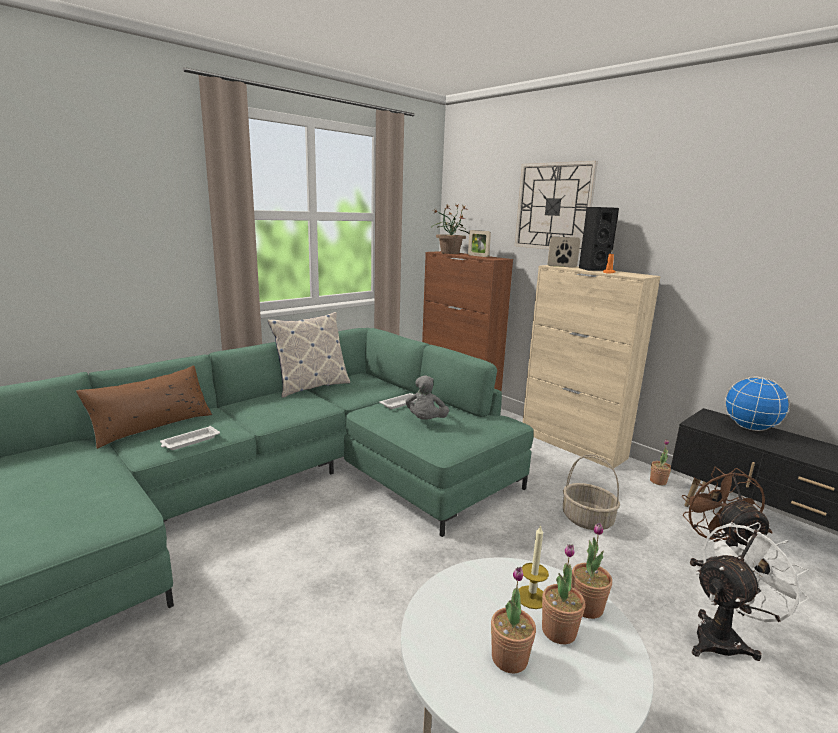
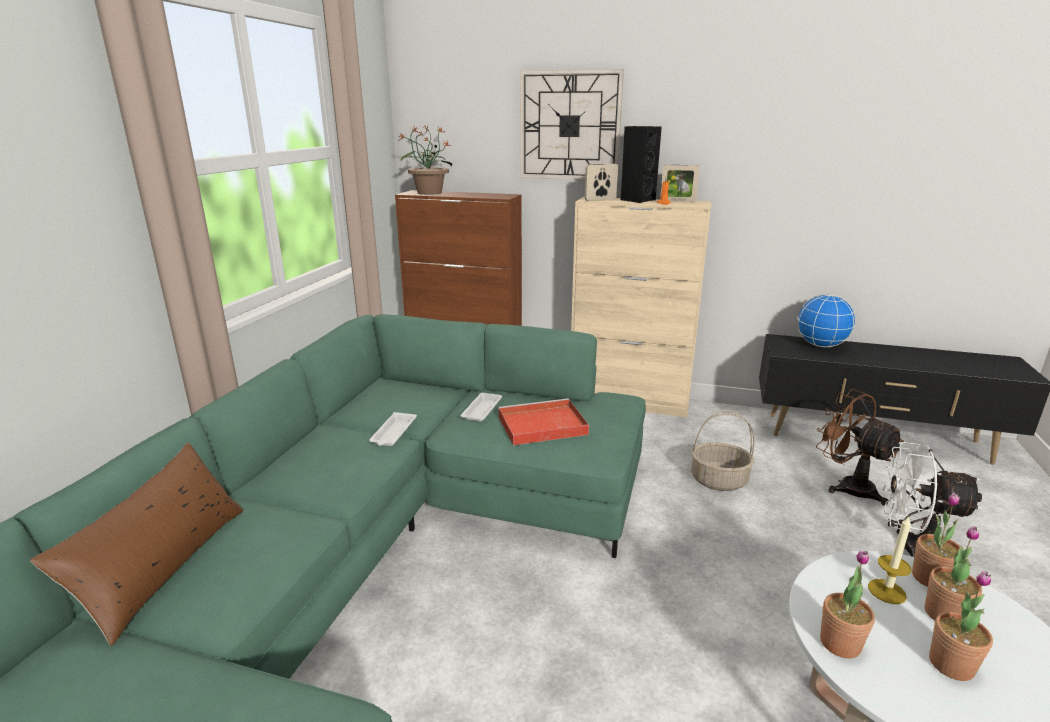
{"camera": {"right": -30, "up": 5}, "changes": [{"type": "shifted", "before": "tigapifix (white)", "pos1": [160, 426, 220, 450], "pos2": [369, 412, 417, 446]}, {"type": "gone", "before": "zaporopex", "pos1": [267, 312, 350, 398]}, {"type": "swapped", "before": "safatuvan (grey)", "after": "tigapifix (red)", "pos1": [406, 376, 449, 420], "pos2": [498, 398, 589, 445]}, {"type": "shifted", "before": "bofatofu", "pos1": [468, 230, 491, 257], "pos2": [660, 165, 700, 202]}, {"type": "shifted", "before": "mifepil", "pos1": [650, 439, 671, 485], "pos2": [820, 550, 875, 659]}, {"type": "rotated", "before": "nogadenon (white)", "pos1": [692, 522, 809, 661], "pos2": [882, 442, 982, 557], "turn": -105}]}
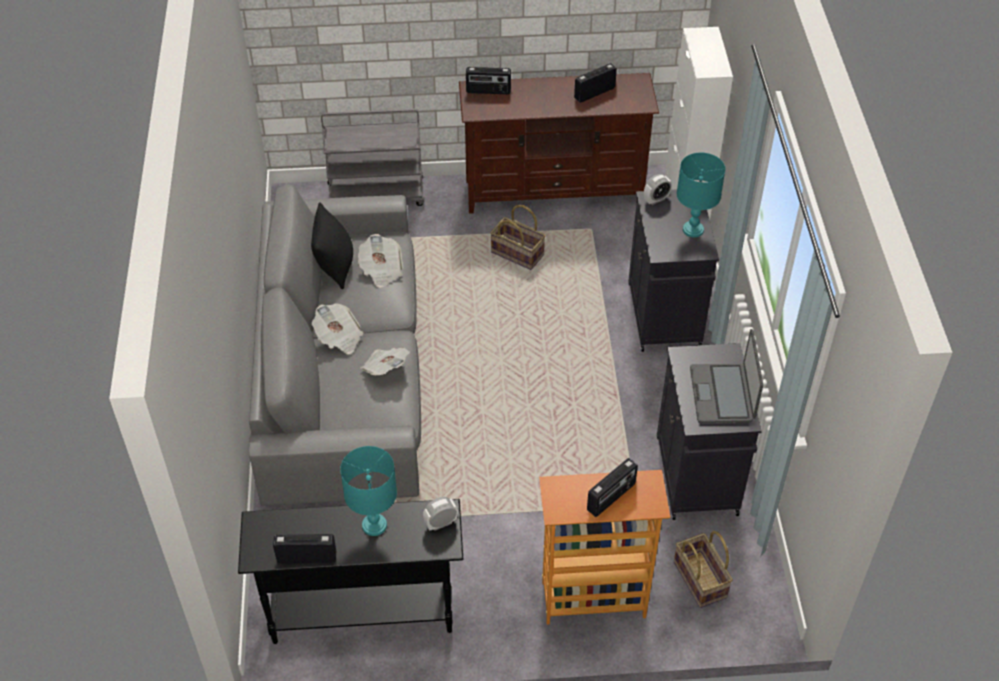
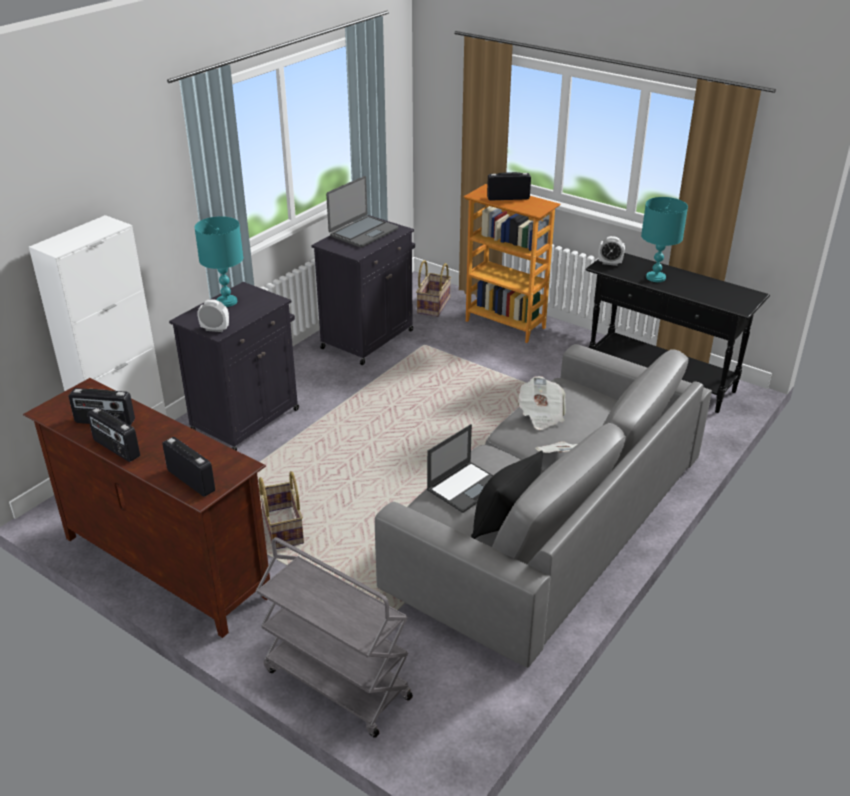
{"camera": {"right": -140, "up": -15}, "changes": [{"type": "shifted", "before": "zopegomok", "pos1": [273, 534, 336, 563], "pos2": [87, 407, 140, 462]}, {"type": "swapped", "before": "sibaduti", "after": "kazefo", "pos1": [358, 234, 403, 288], "pos2": [427, 424, 494, 513]}]}
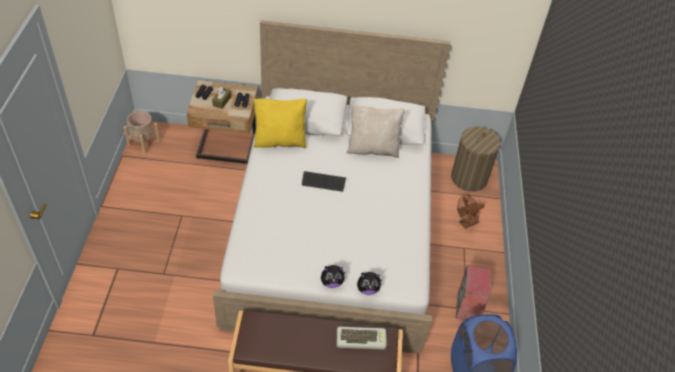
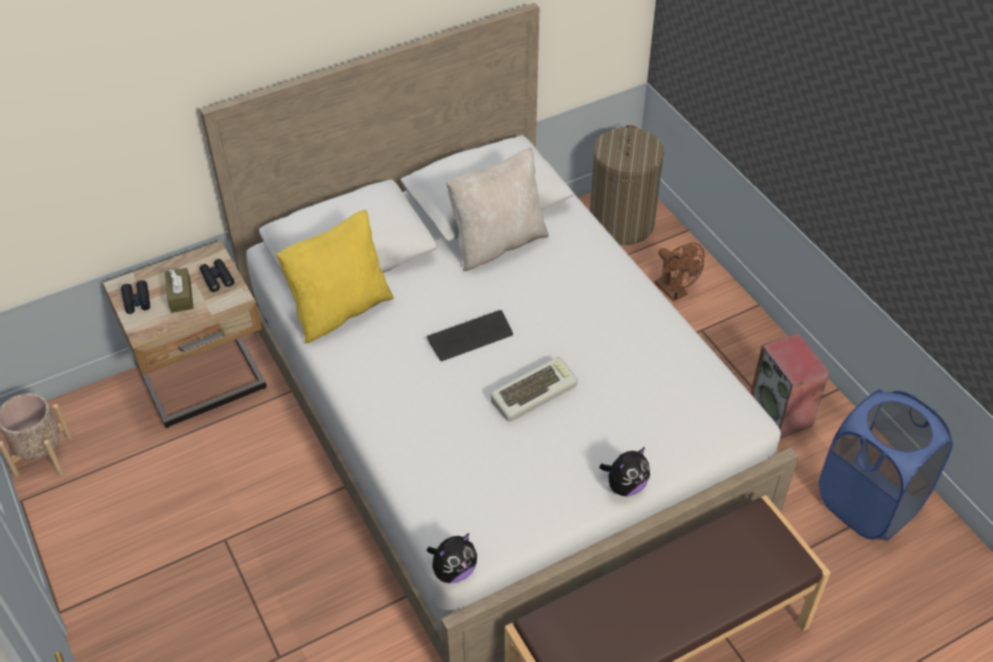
{"camera": {"right": -30, "up": 0}, "changes": [{"type": "shifted", "before": "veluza", "pos1": [337, 327, 387, 349], "pos2": [491, 357, 577, 422]}, {"type": "shifted", "before": "safatuvan", "pos1": [357, 272, 382, 295], "pos2": [427, 533, 477, 583]}, {"type": "rotated", "before": "nogadenon (brown)", "pos1": [457, 195, 484, 229], "pos2": [655, 243, 704, 302], "turn": -60}]}
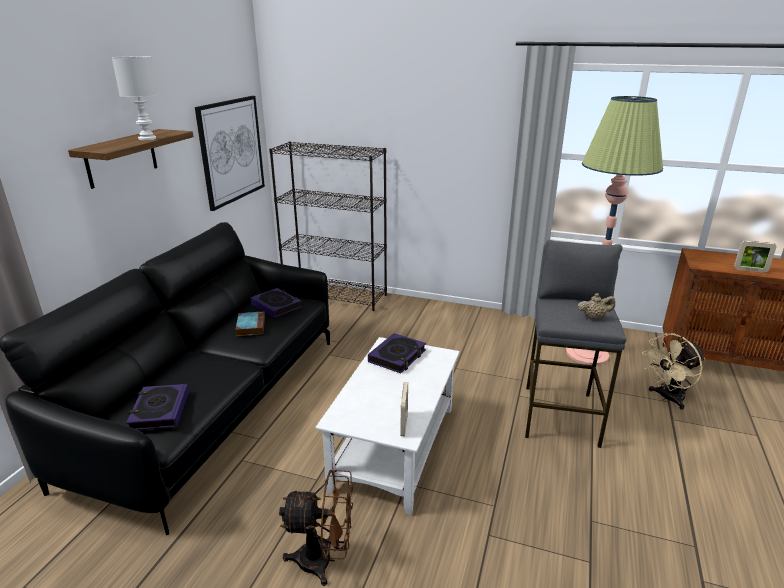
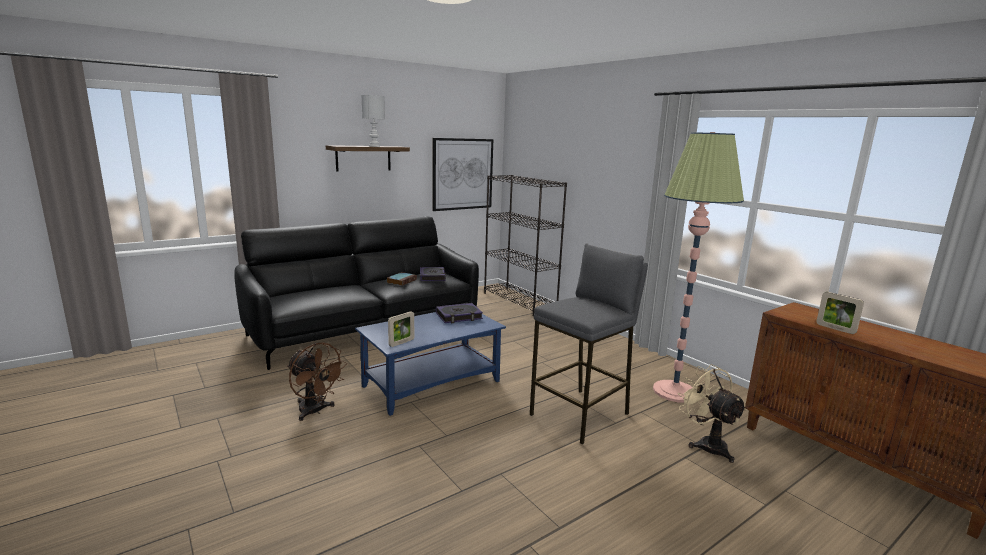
{"camera": {"right": 35, "up": -10}, "changes": [{"type": "gone", "before": "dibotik", "pos1": [126, 384, 189, 430]}, {"type": "repainted", "before": "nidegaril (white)", "after": "nidegaril (blue)", "pos1": [315, 337, 460, 515], "pos2": [355, 312, 506, 416]}, {"type": "gone", "before": "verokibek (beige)", "pos1": [577, 293, 615, 319]}, {"type": "rotated", "before": "nogadenon (beige)", "pos1": [642, 333, 705, 410], "pos2": [678, 364, 747, 463], "turn": 60}]}
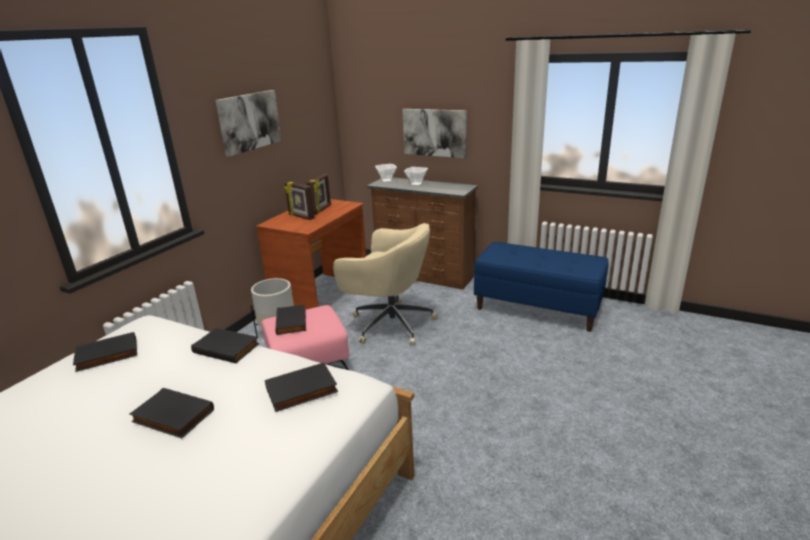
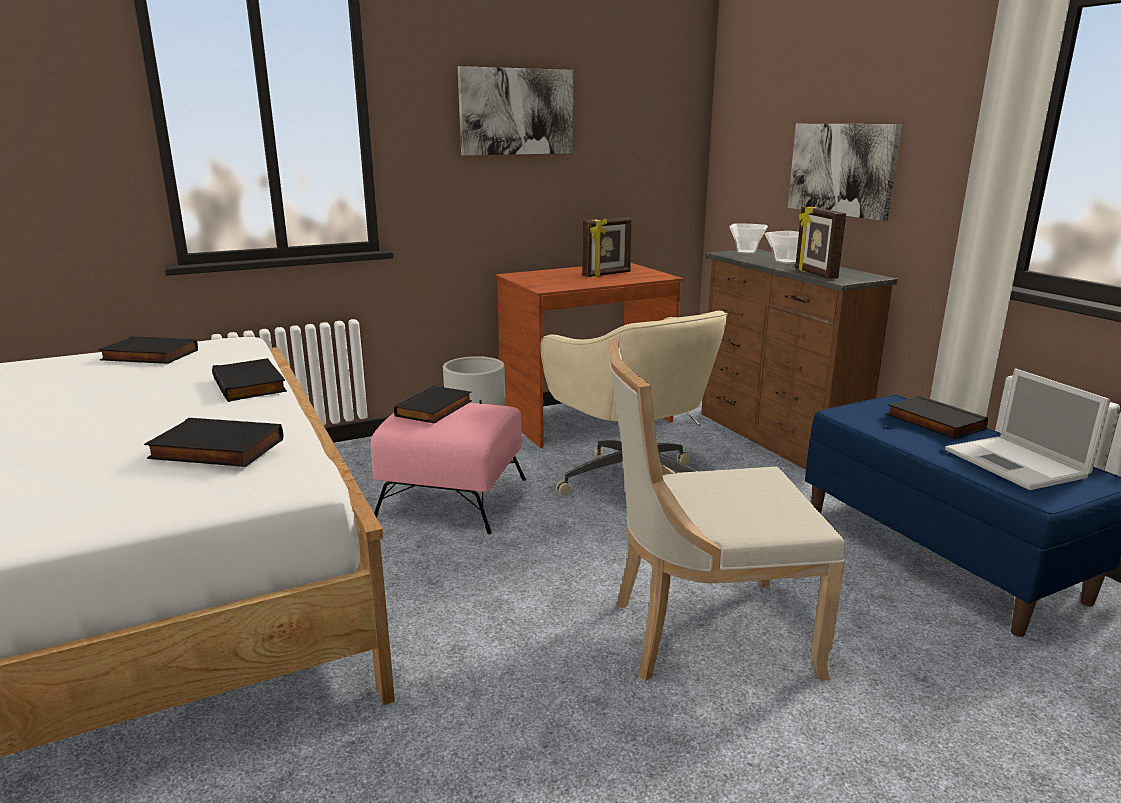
{"camera": {"right": 35, "up": -5}, "changes": [{"type": "shifted", "before": "dibotik (black)", "pos1": [130, 388, 214, 438], "pos2": [887, 396, 988, 439]}, {"type": "shifted", "before": "bofatofu", "pos1": [284, 181, 315, 220], "pos2": [795, 206, 846, 279]}, {"type": "new", "after": "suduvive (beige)", "pos2": [608, 339, 845, 681]}, {"type": "new", "after": "kazefo", "pos2": [945, 369, 1110, 490]}]}
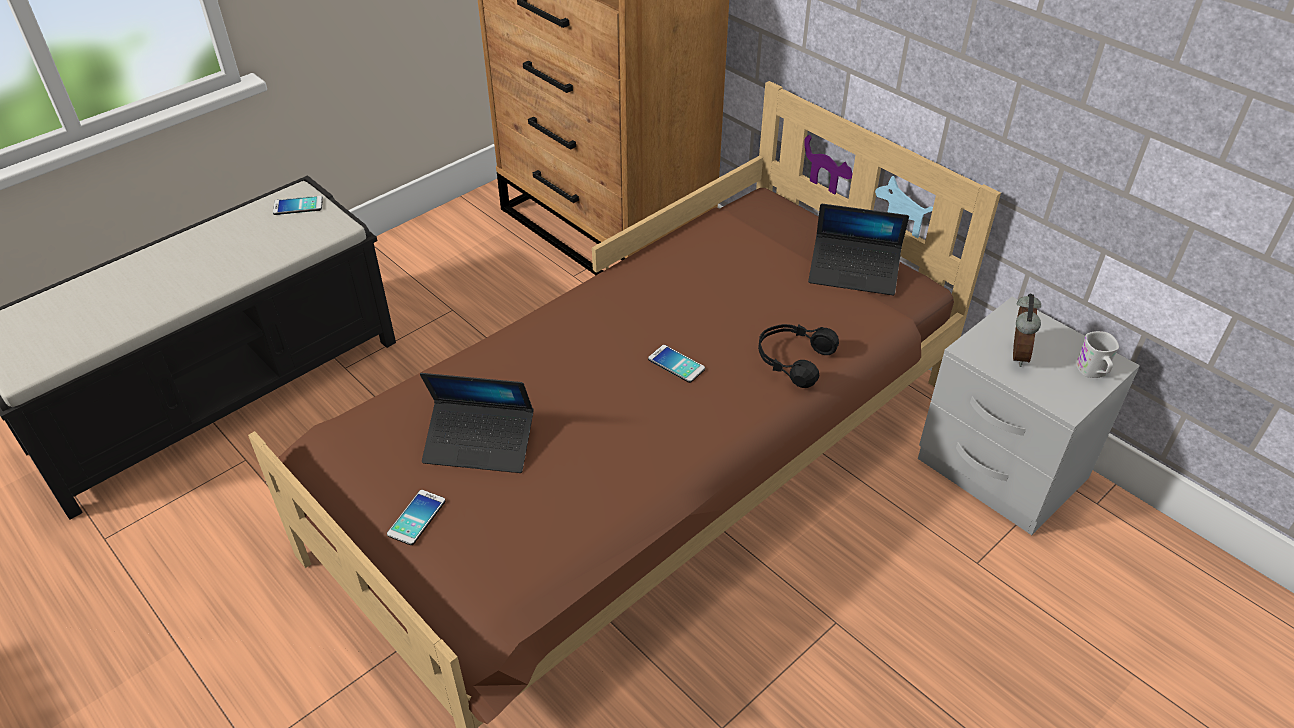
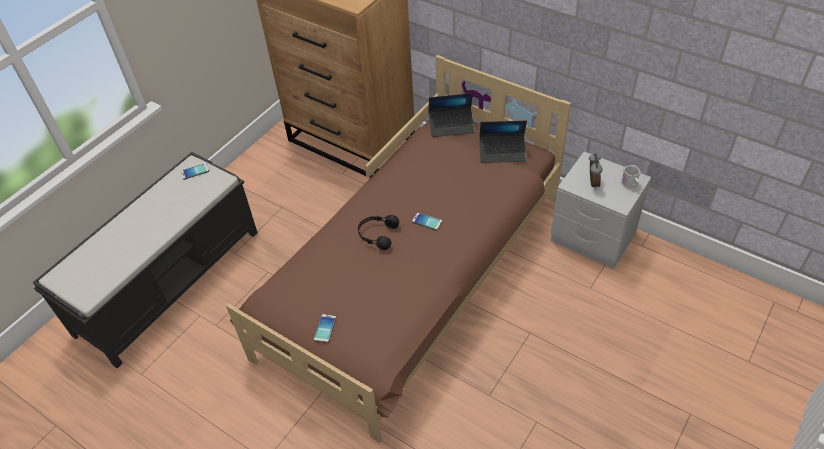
{"camera": {"right": -10, "up": 5}, "changes": [{"type": "shifted", "before": "kazefo", "pos1": [420, 373, 534, 473], "pos2": [428, 93, 475, 137]}, {"type": "shifted", "before": "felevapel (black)", "pos1": [758, 324, 839, 388], "pos2": [358, 215, 399, 250]}]}
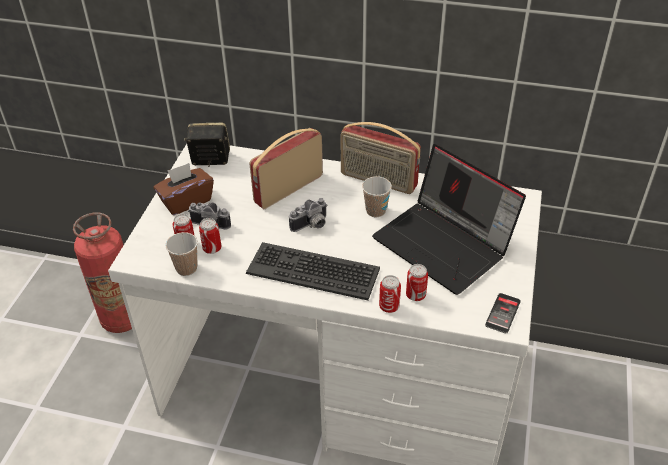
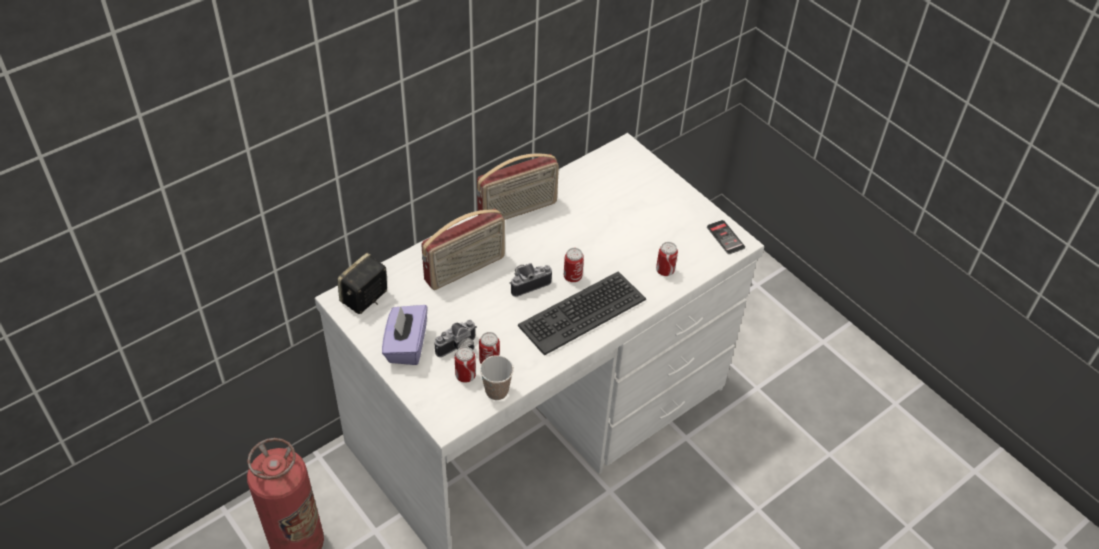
{"camera": {"right": -55, "up": 5}, "changes": [{"type": "repainted", "before": "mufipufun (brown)", "after": "mufipufun (purple)", "pos1": [153, 163, 214, 215], "pos2": [382, 305, 428, 365]}, {"type": "rotated", "before": "zopegomok", "pos1": [249, 128, 323, 209], "pos2": [421, 209, 505, 290], "turn": -120}, {"type": "rotated", "before": "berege", "pos1": [289, 198, 328, 232], "pos2": [509, 263, 552, 297], "turn": -120}, {"type": "gone", "before": "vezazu", "pos1": [362, 176, 392, 217]}, {"type": "gone", "before": "kazefo", "pos1": [372, 144, 526, 295]}, {"type": "shifted", "before": "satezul", "pos1": [379, 275, 401, 313], "pos2": [564, 248, 584, 282]}]}
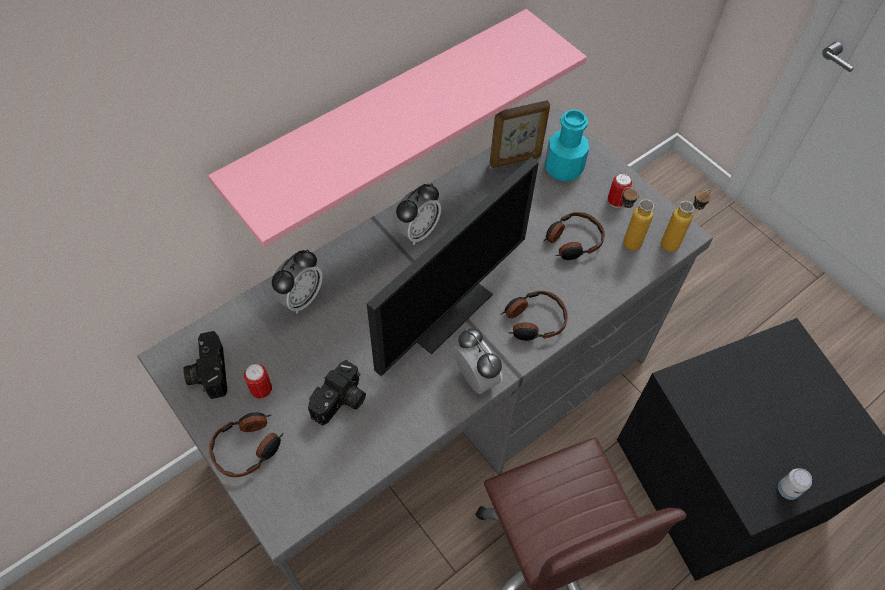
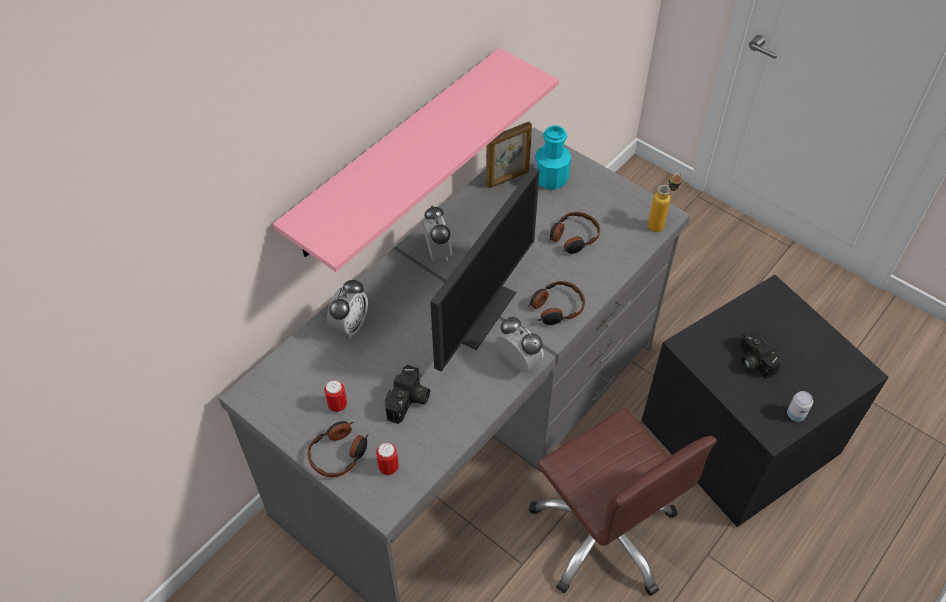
{"camera": {"right": -10, "up": -5}, "changes": [{"type": "shifted", "before": "berege", "pos1": [183, 331, 227, 399], "pos2": [740, 328, 781, 378]}, {"type": "rotated", "before": "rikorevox", "pos1": [393, 183, 441, 245], "pos2": [422, 205, 452, 261], "turn": -45}, {"type": "shifted", "before": "satezul", "pos1": [608, 173, 632, 208], "pos2": [376, 442, 399, 475]}, {"type": "gone", "before": "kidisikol", "pos1": [622, 187, 654, 251]}]}
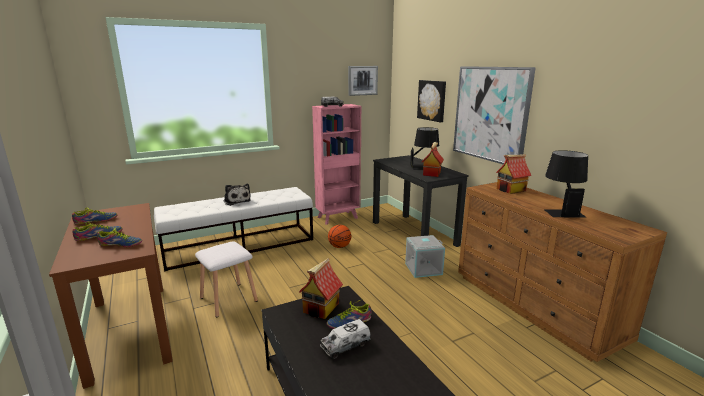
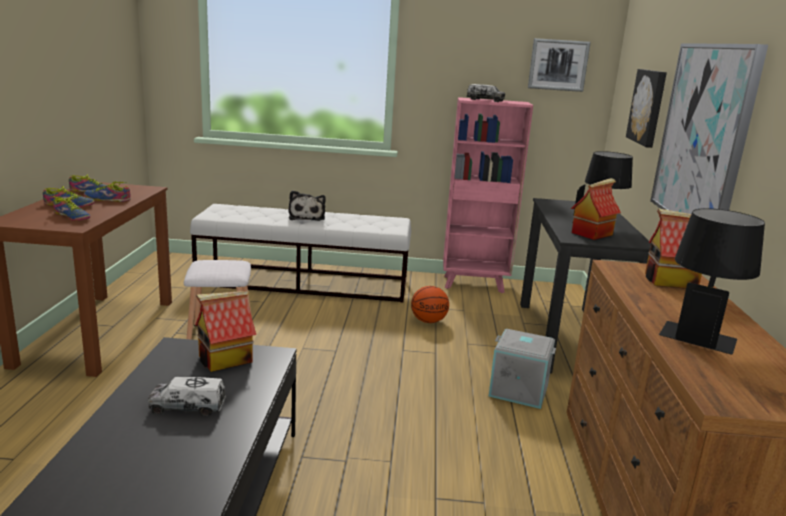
{"camera": {"right": 30, "up": 0}, "changes": [{"type": "shifted", "before": "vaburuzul", "pos1": [327, 299, 371, 329], "pos2": [84, 181, 131, 202]}]}
